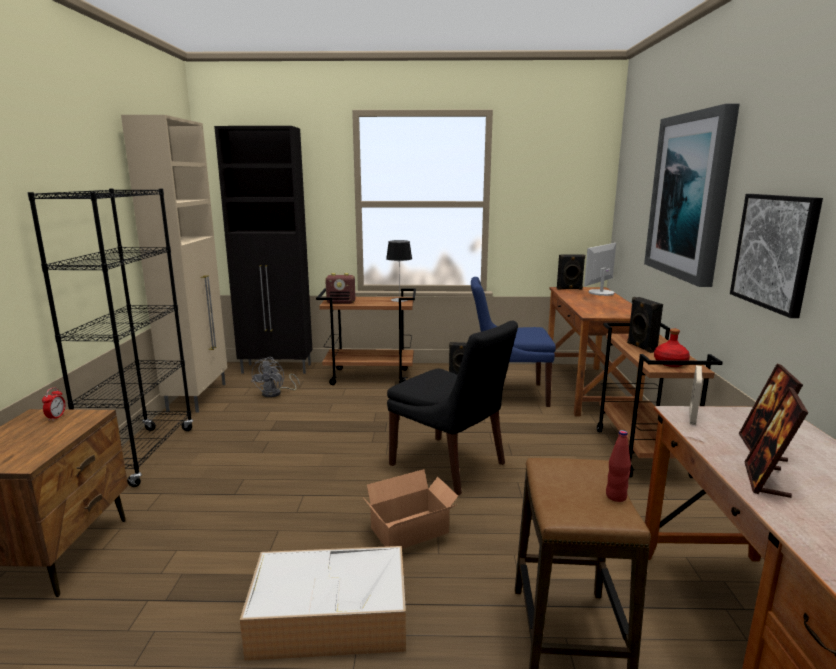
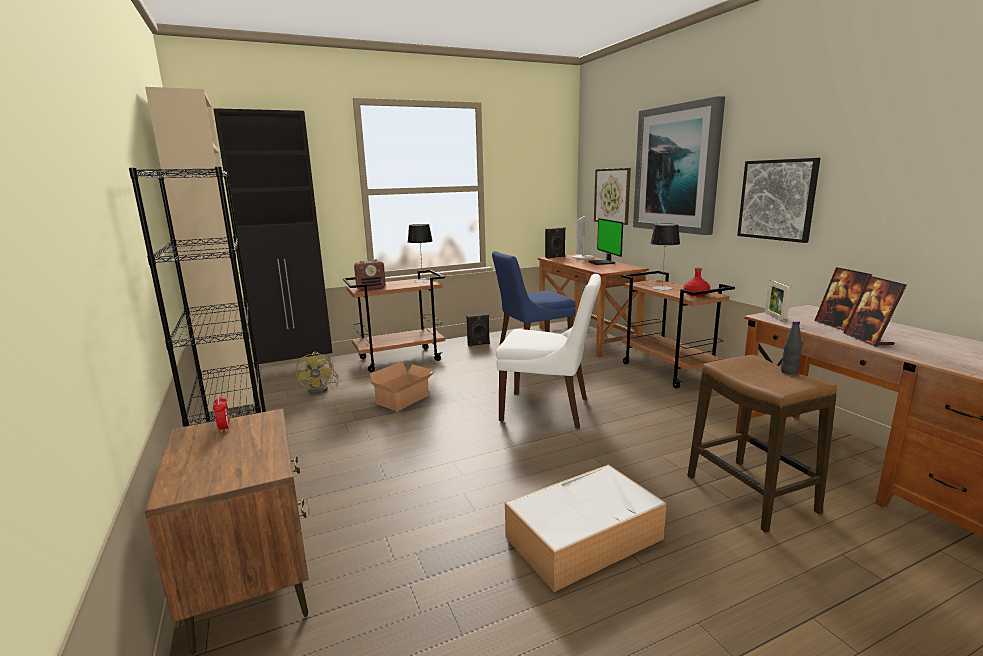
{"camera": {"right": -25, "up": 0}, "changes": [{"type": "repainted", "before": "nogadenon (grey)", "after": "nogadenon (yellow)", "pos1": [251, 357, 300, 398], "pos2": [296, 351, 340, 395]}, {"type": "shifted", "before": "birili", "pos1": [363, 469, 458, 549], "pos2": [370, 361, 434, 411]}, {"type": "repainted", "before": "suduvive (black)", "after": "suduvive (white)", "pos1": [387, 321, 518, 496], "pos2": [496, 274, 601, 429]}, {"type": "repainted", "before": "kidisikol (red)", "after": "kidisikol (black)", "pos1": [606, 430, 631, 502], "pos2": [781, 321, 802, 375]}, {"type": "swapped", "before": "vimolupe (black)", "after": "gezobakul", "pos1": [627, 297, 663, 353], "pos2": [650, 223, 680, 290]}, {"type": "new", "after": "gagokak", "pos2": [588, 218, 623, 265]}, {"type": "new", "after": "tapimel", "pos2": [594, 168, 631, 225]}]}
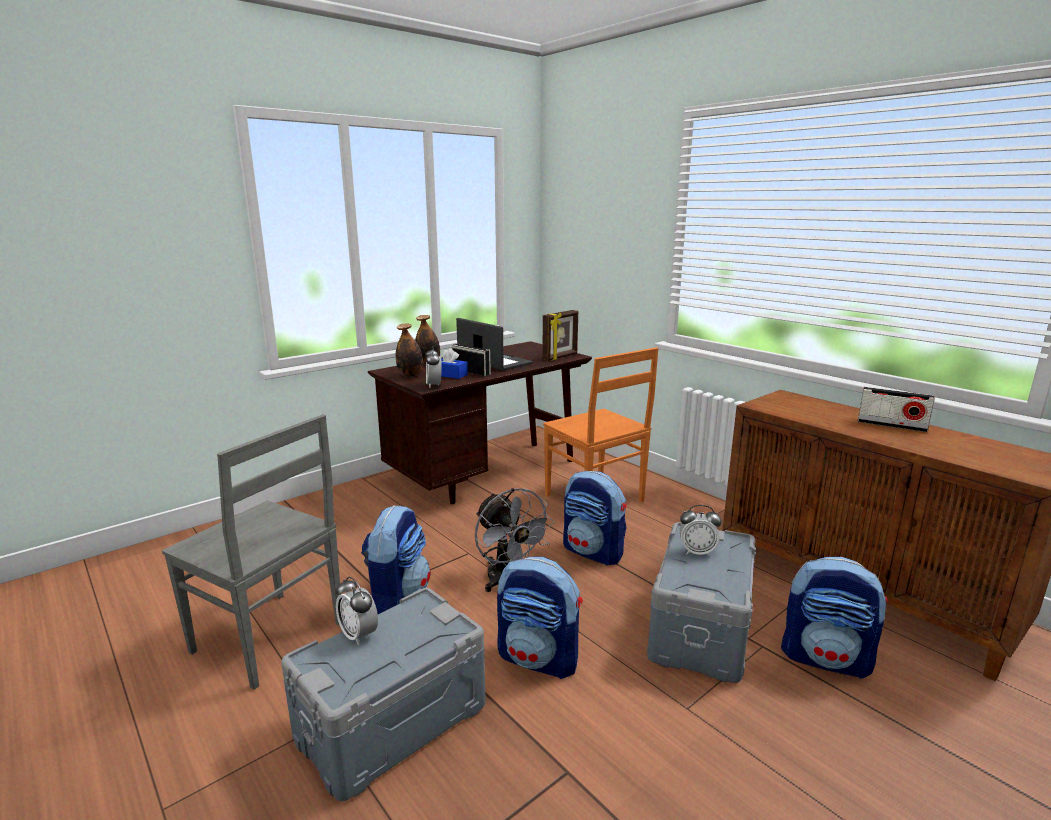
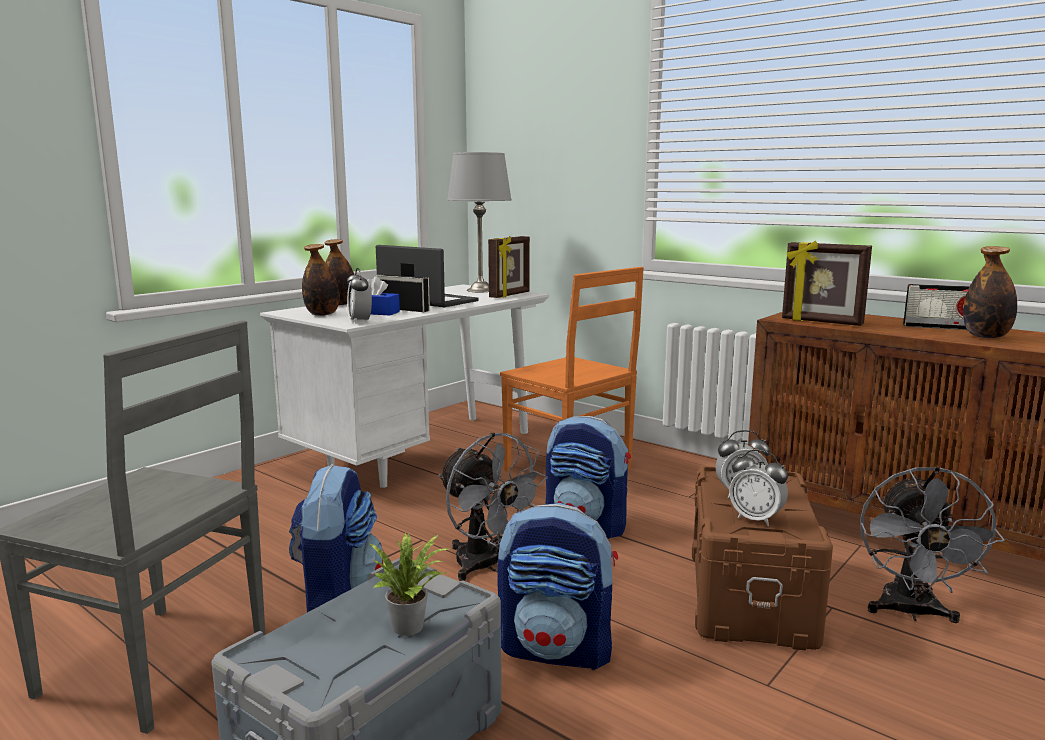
{"camera": {"right": -10, "up": -5}, "changes": [{"type": "shifted", "before": "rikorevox", "pos1": [336, 577, 378, 645], "pos2": [729, 449, 788, 526]}, {"type": "repainted", "before": "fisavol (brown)", "after": "fisavol (white)", "pos1": [368, 341, 592, 504], "pos2": [260, 284, 549, 488]}, {"type": "repainted", "before": "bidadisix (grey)", "after": "bidadisix (brown)", "pos1": [647, 522, 756, 683], "pos2": [692, 466, 833, 650]}, {"type": "swapped", "before": "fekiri", "after": "nogadenon (grey)", "pos1": [781, 557, 889, 679], "pos2": [860, 466, 1005, 623]}, {"type": "new", "after": "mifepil", "pos2": [370, 533, 449, 636]}, {"type": "new", "after": "gezobakul (grey)", "pos2": [447, 152, 512, 292]}, {"type": "new", "after": "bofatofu", "pos2": [782, 241, 872, 326]}, {"type": "new", "after": "kidisikol", "pos2": [963, 246, 1017, 338]}]}
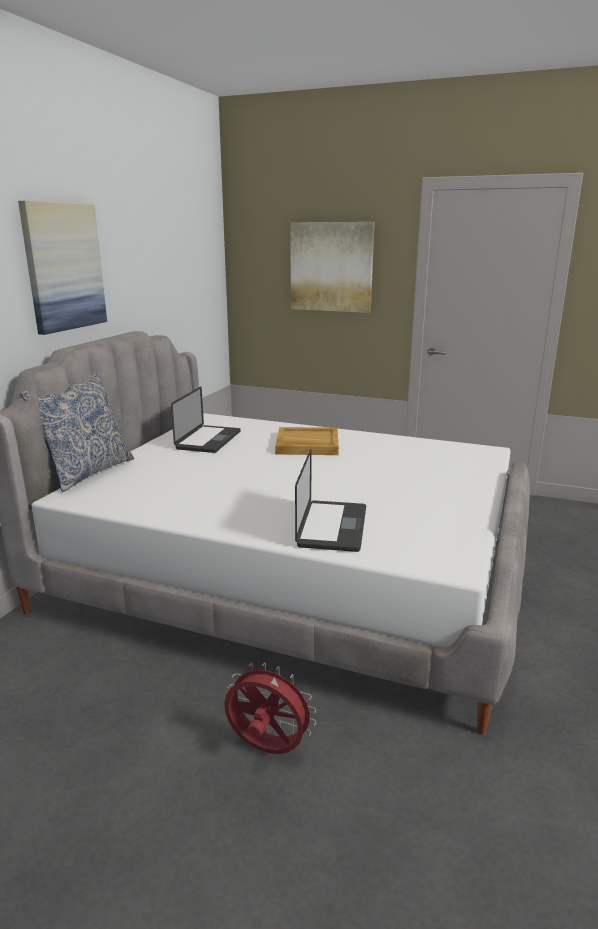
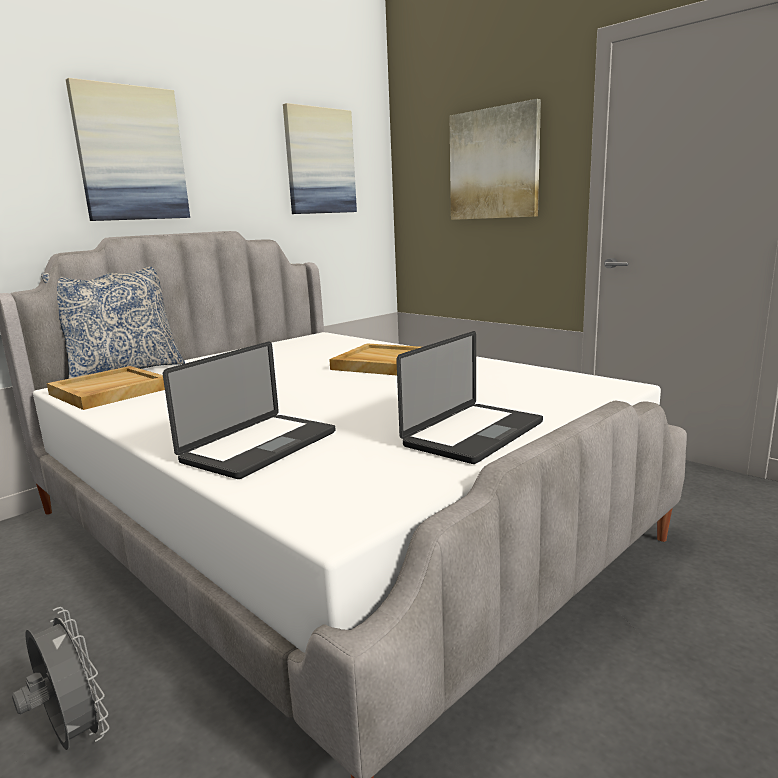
{"camera": {"right": 25, "up": -5}, "changes": [{"type": "shifted", "before": "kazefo", "pos1": [171, 386, 241, 453], "pos2": [396, 331, 543, 464]}, {"type": "repainted", "before": "nogadenon (red)", "after": "nogadenon (grey)", "pos1": [224, 662, 316, 754], "pos2": [12, 607, 110, 750]}, {"type": "new", "after": "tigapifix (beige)", "pos2": [47, 366, 165, 410]}, {"type": "new", "after": "tapimel", "pos2": [283, 103, 357, 214]}]}
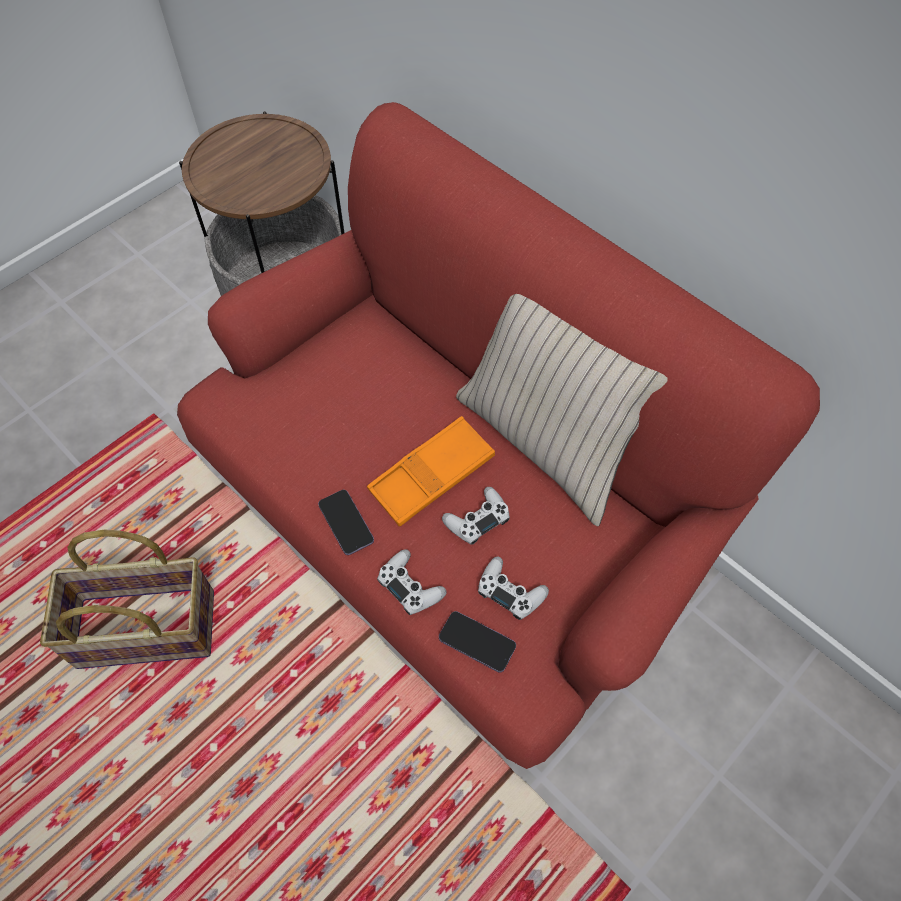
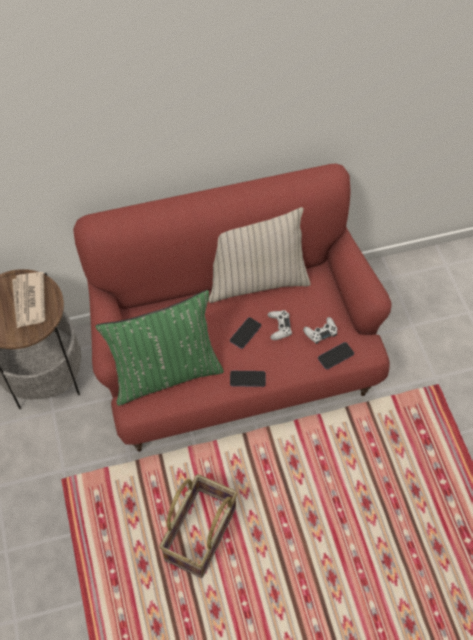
{"camera": {"right": -60, "up": 0}, "changes": [{"type": "swapped", "before": "tigapifix (orange)", "after": "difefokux", "pos1": [367, 416, 495, 527], "pos2": [230, 317, 261, 349]}, {"type": "gone", "before": "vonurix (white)", "pos1": [377, 549, 446, 615]}, {"type": "new", "after": "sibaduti", "pos2": [12, 272, 45, 328]}, {"type": "new", "after": "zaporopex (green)", "pos2": [95, 290, 224, 406]}]}
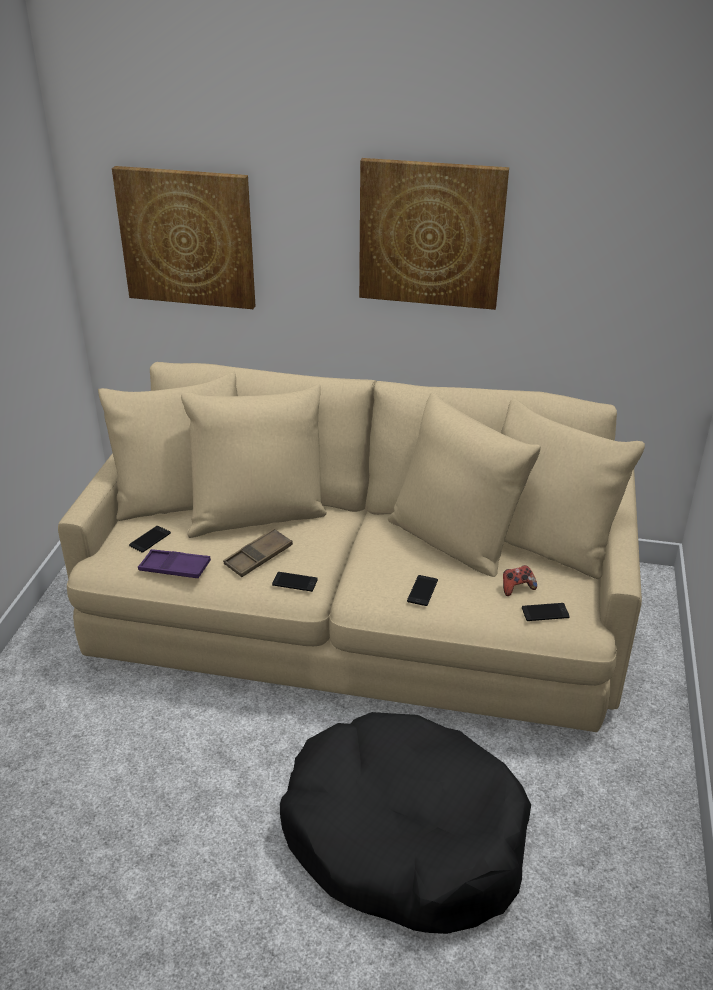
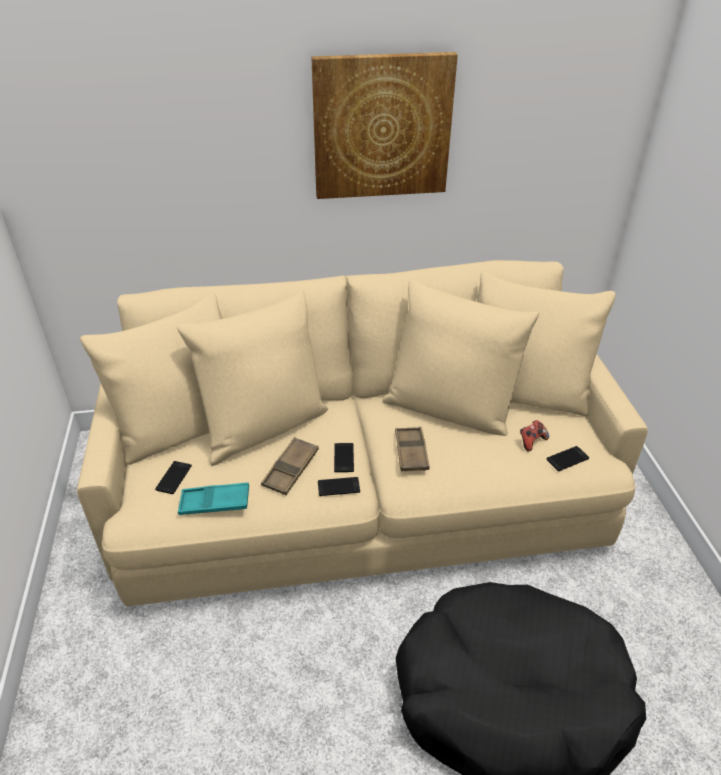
{"camera": {"right": -20, "up": 5}, "changes": [{"type": "gone", "before": "tapimel", "pos1": [112, 166, 255, 309]}, {"type": "repainted", "before": "tigapifix (purple)", "after": "tigapifix (turquoise)", "pos1": [138, 549, 211, 578], "pos2": [178, 482, 249, 515]}, {"type": "shifted", "before": "difefokux", "pos1": [407, 575, 438, 606], "pos2": [334, 443, 354, 472]}, {"type": "new", "after": "tigapifix (brown)", "pos2": [395, 427, 429, 471]}]}
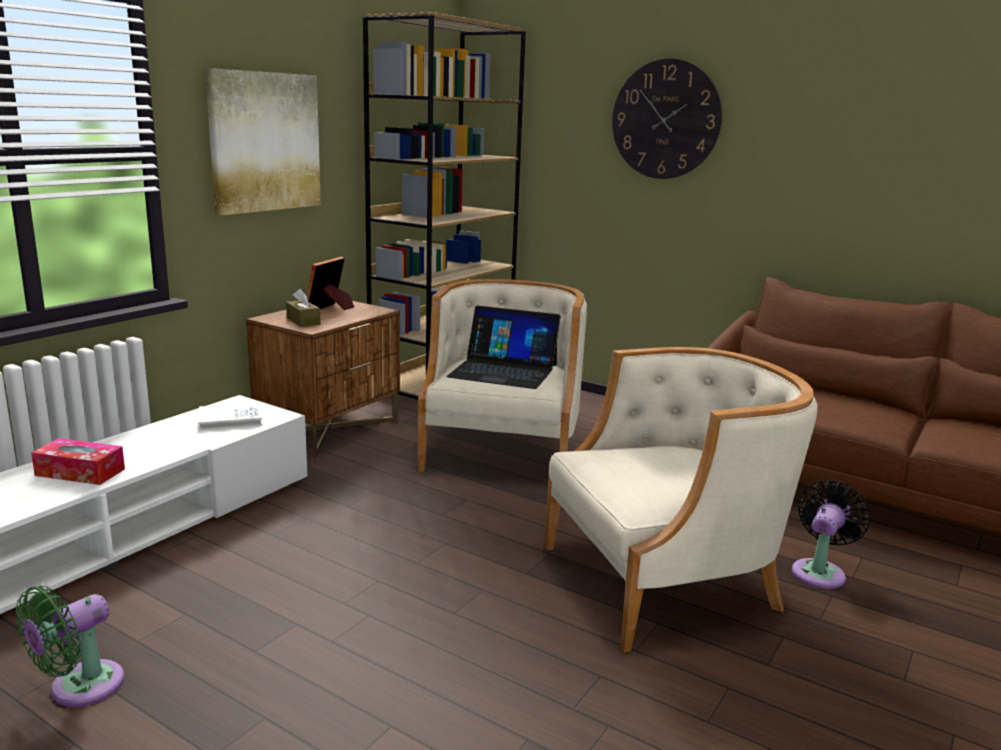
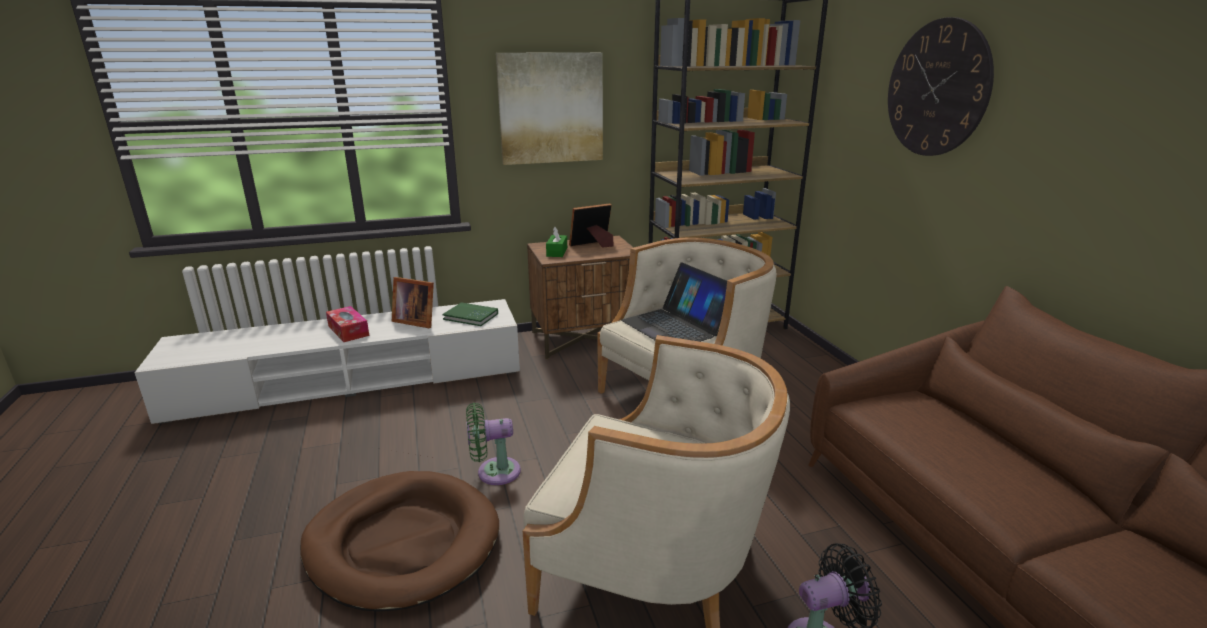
{"camera": {"right": 40, "up": 5}, "changes": [{"type": "shifted", "before": "nogadenon (green)", "pos1": [16, 586, 124, 707], "pos2": [466, 403, 521, 485]}, {"type": "repainted", "before": "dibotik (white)", "after": "dibotik (green)", "pos1": [198, 402, 263, 430], "pos2": [443, 302, 498, 326]}, {"type": "repainted", "before": "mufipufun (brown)", "after": "mufipufun (green)", "pos1": [286, 289, 321, 327], "pos2": [546, 227, 567, 257]}, {"type": "new", "after": "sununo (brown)", "pos2": [300, 471, 499, 612]}, {"type": "new", "after": "bofatofu", "pos2": [392, 277, 434, 328]}]}
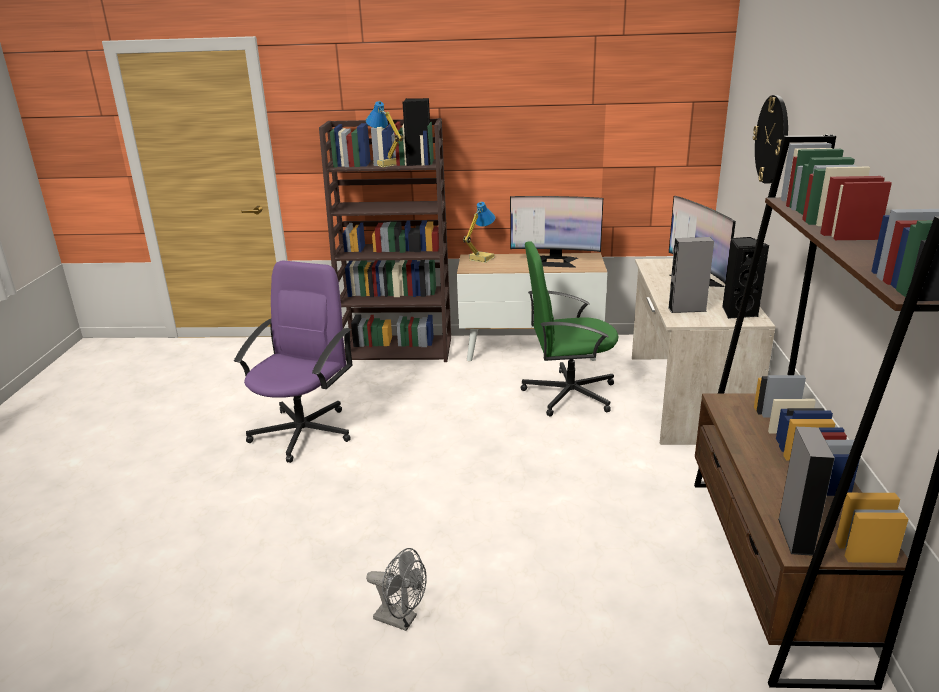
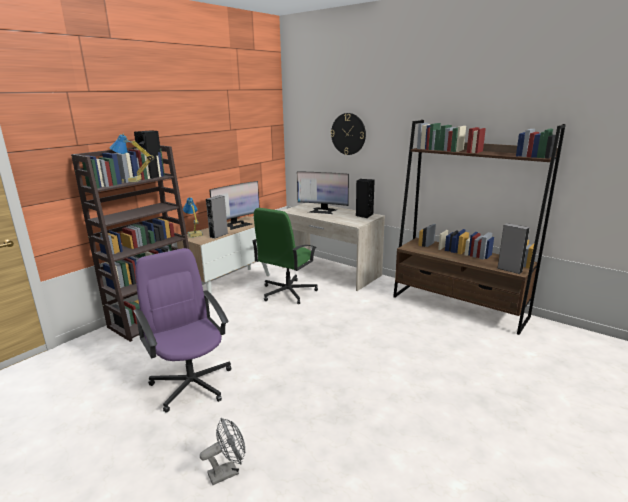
{"camera": {"right": -55, "up": -5}, "changes": [{"type": "shifted", "before": "nogadenon (grey)", "pos1": [366, 548, 427, 631], "pos2": [200, 418, 245, 485]}, {"type": "shifted", "before": "vimolupe (grey)", "pos1": [668, 237, 714, 313], "pos2": [206, 195, 228, 239]}]}
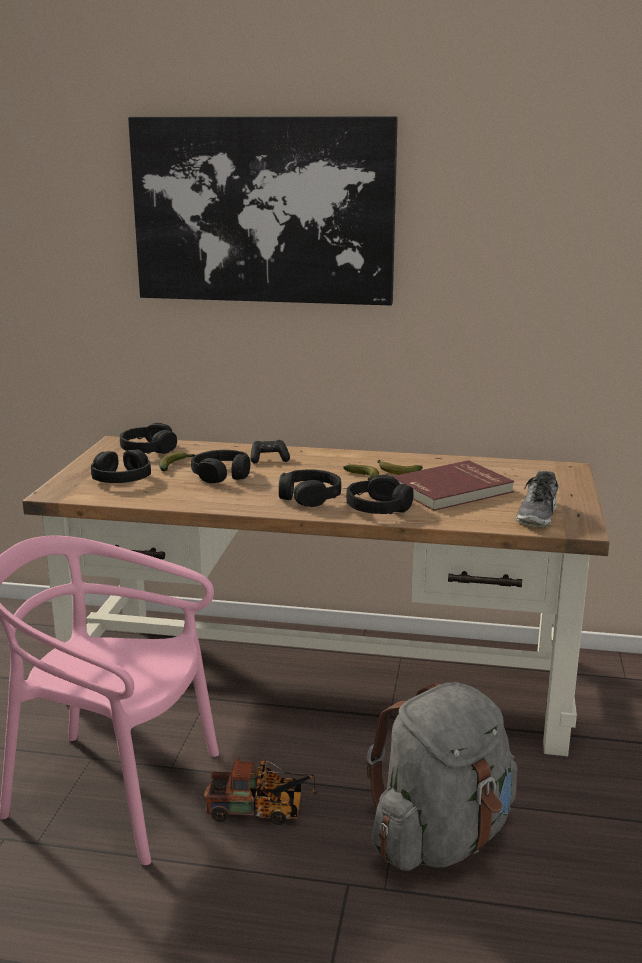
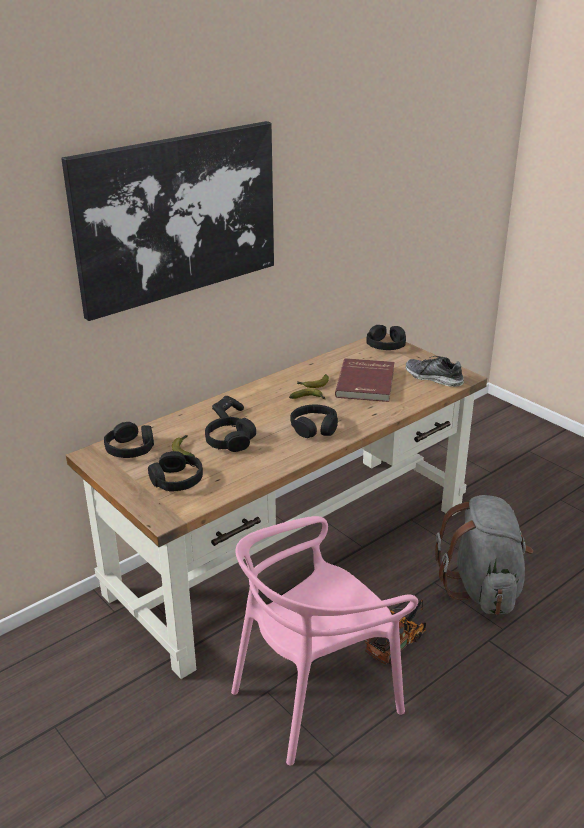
{"camera": {"right": -50, "up": 10}, "changes": [{"type": "shifted", "before": "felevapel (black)", "pos1": [346, 475, 414, 514], "pos2": [366, 325, 406, 350]}, {"type": "rotated", "before": "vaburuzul", "pos1": [516, 471, 558, 527], "pos2": [405, 356, 464, 387], "turn": 150}]}
